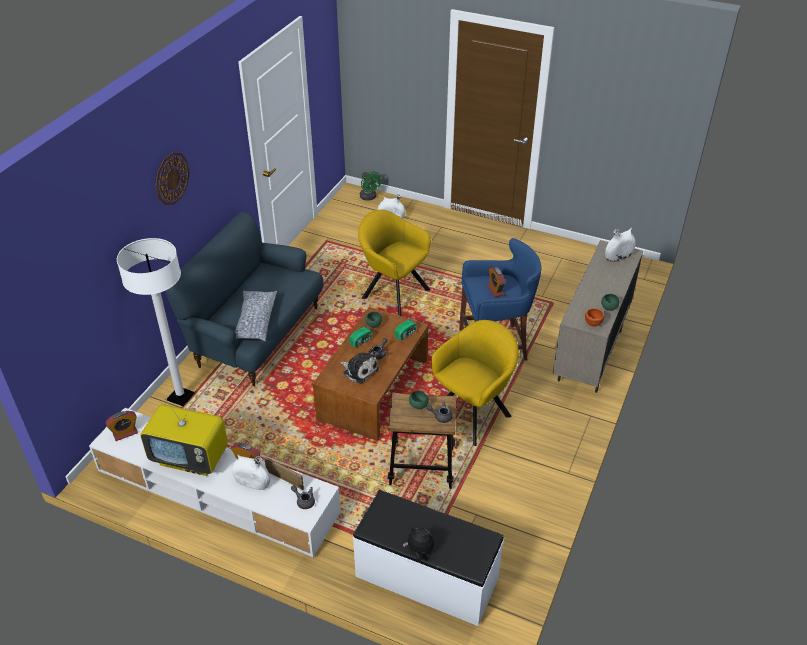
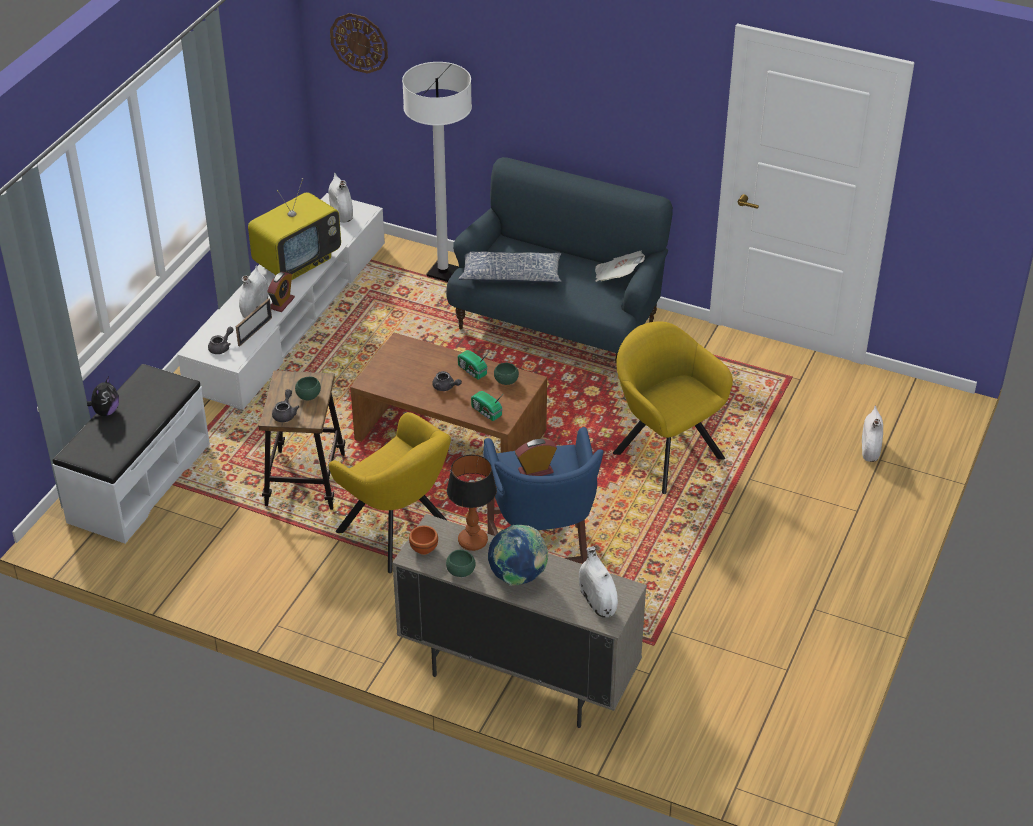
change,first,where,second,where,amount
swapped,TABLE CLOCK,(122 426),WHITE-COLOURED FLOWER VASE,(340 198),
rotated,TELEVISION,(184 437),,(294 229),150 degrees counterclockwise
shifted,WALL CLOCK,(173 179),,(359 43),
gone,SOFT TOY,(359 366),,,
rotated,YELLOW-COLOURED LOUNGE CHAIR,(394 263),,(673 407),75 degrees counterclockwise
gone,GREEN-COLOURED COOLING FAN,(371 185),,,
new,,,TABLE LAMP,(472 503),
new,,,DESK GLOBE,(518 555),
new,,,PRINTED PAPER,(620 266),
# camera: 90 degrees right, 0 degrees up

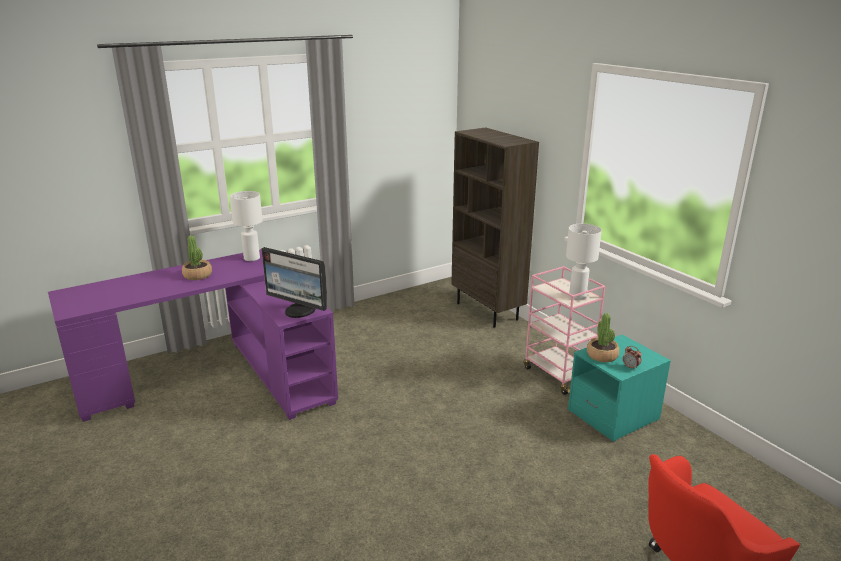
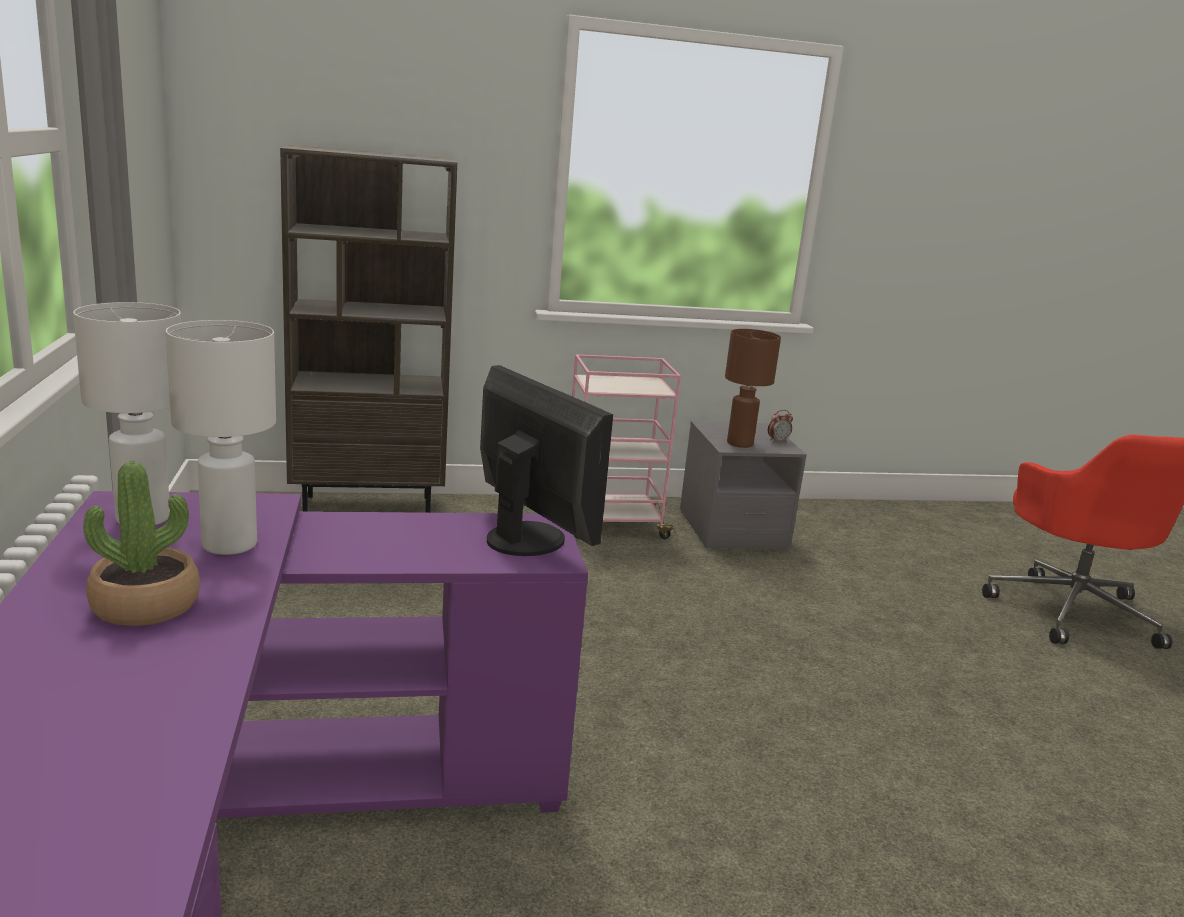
change,first,where,second,where,amount
rotated,COMPUTER DISPLAY,(294 282),,(546 460),90 degrees counterclockwise
shifted,WHITE-COLOURED TABLE LAMP,(584 262),,(221 437),
repainted,BLUE-GREEN NIGHTSTAND,(619 388),GREY NIGHTSTAND,(743 484),
swapped,POTTED PLANT,(603 337),BROWN TABLE LAMP,(753 388),
# camera: 70 degrees left, 5 degrees down

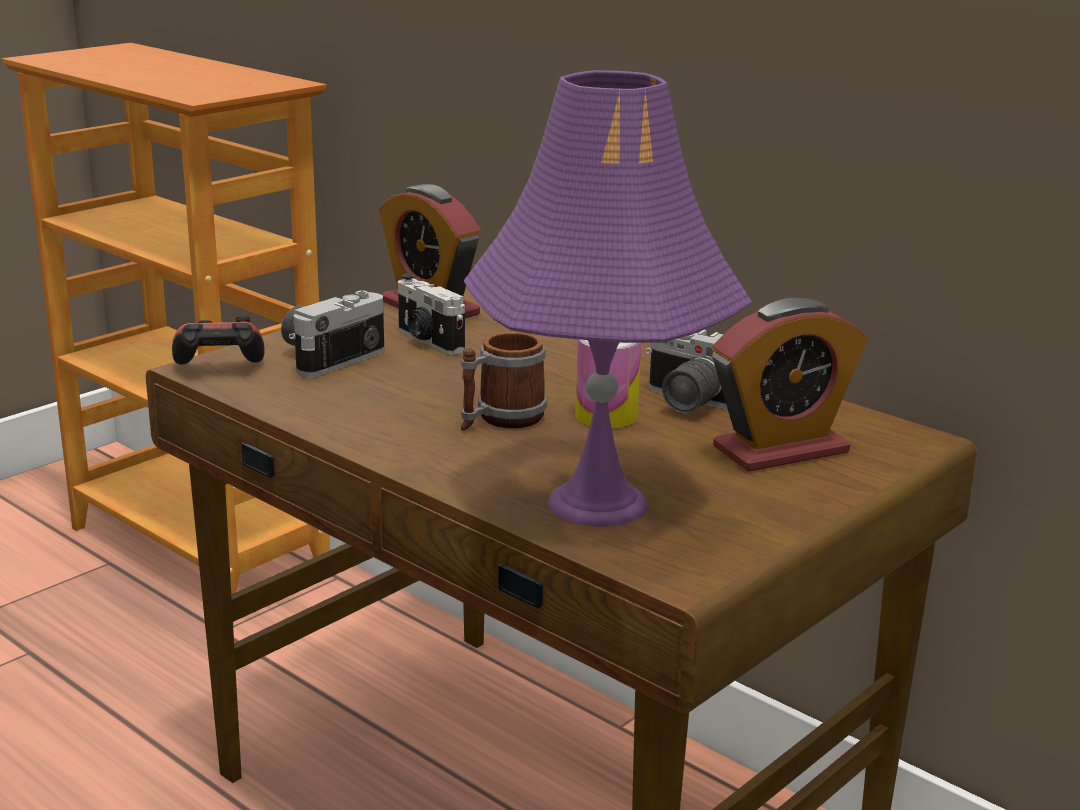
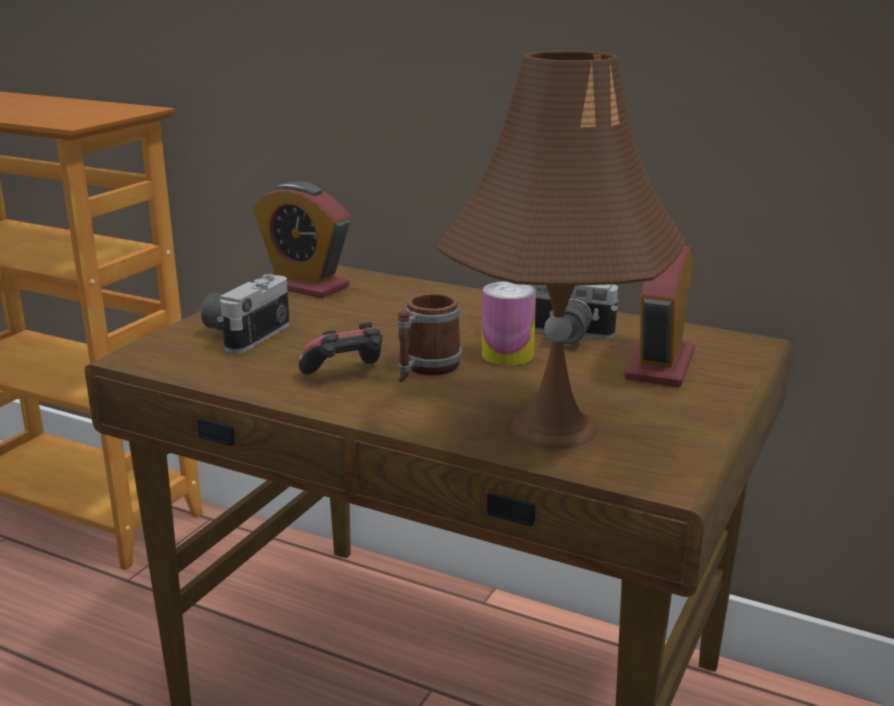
change,first,where,second,where,amount
shifted,GAMEPAD,(218 340),,(340 348),
gone,PHOTO CAMERA,(431 314),,,
repainted,PURPLE TABLE LAMP,(608 298),BROWN TABLE LAMP,(561 249),
rotated,TABLE CLOCK,(789 385),,(659 316),150 degrees clockwise
# camera: 15 degrees left, 0 degrees up

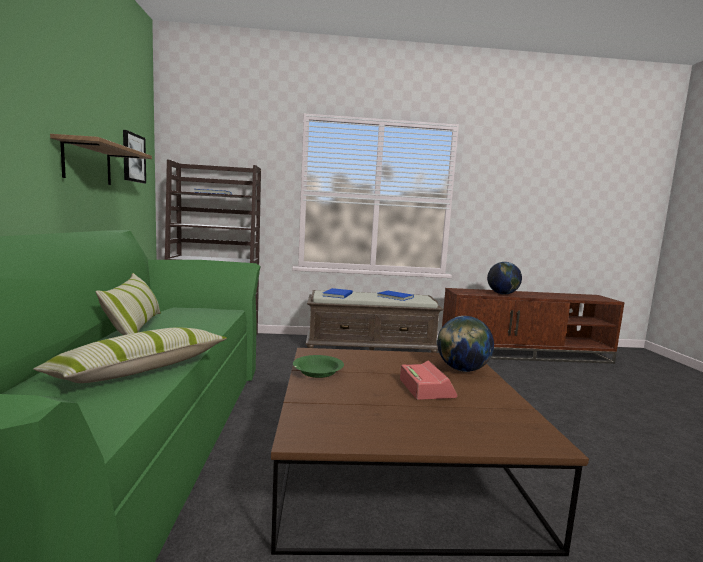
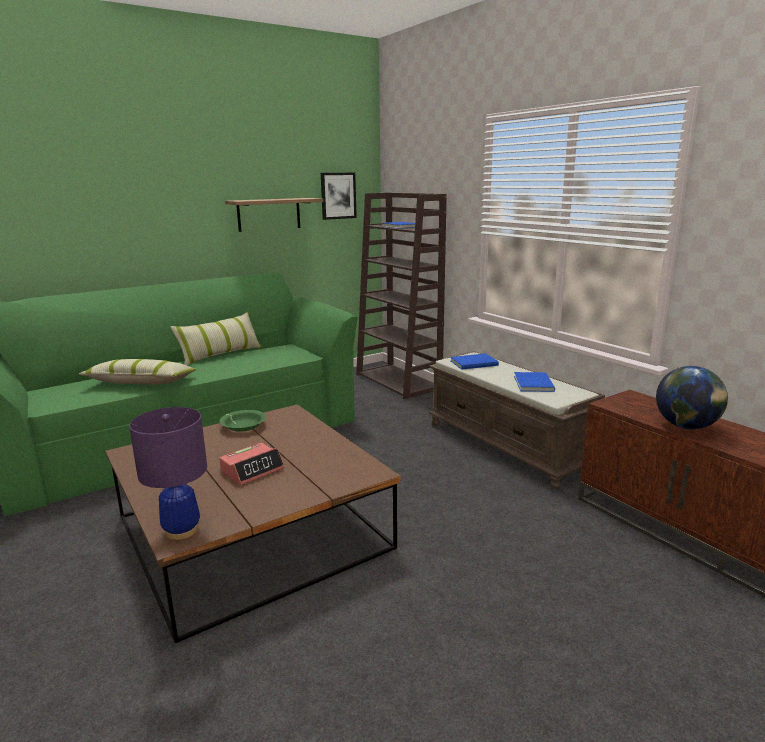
change,first,where,second,where,amount
gone,DESK GLOBE,(465 344),,,
new,,,PURPLE TABLE LAMP,(168 473),
# camera: 60 degrees right, 10 degrees up

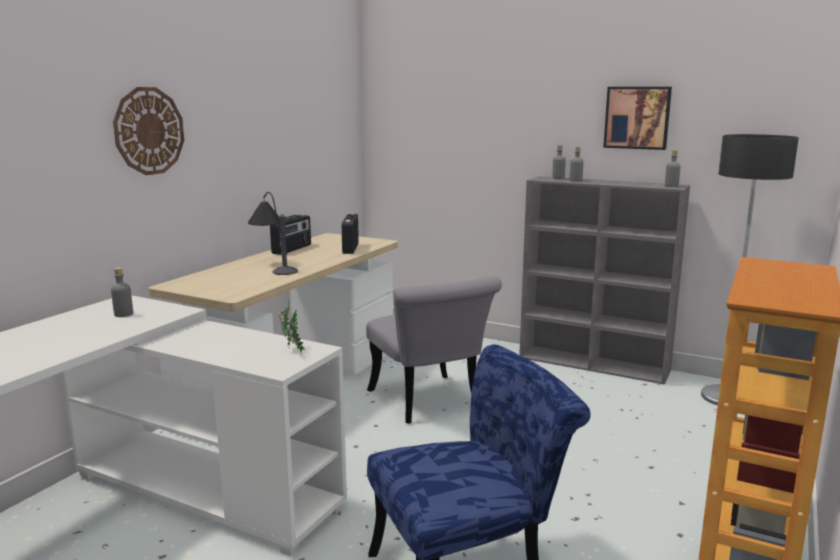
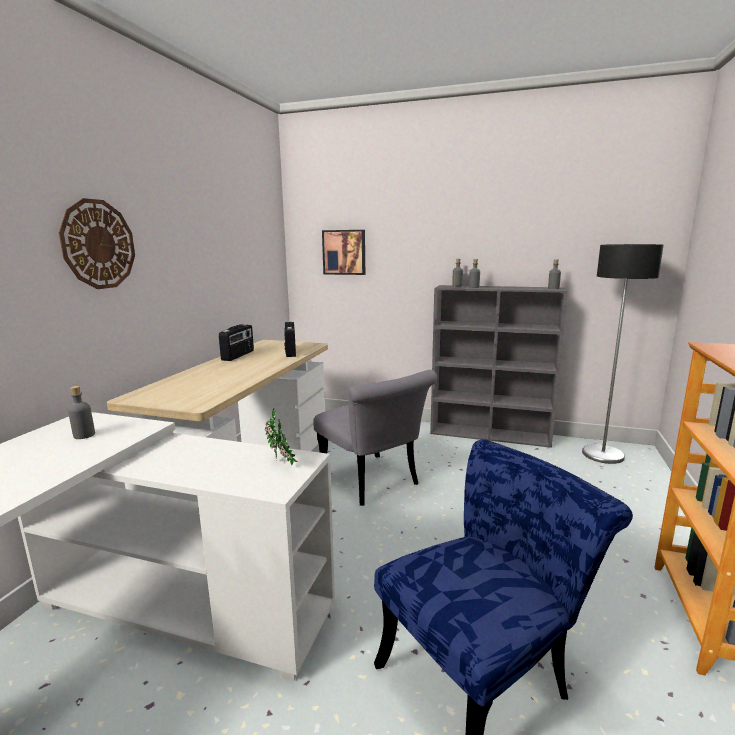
change,first,where,second,where,amount
gone,TABLE LAMP,(273 233),,,
shifted,WALL ART,(637 118),,(343 252),
# camera: 10 degrees left, 0 degrees up

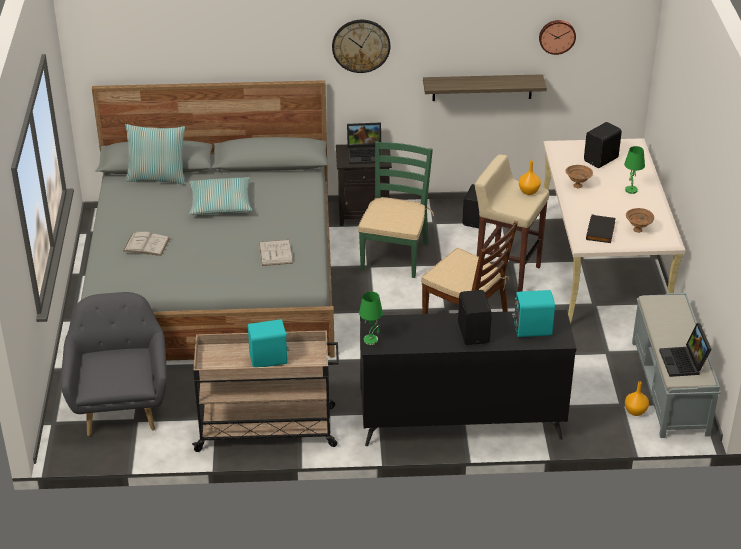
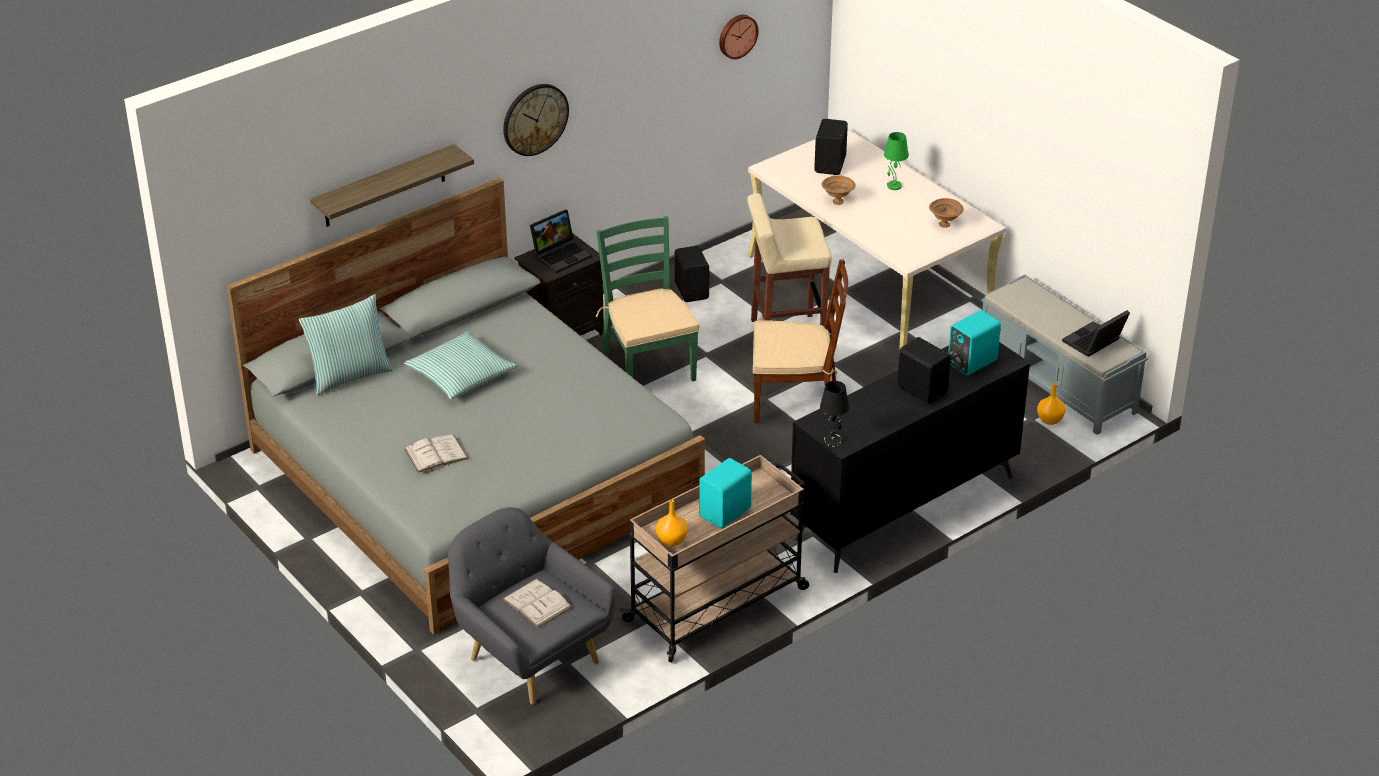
change,first,where,second,where,amount
shifted,WHITE-COLOURED BOOK,(276 253),,(537 603),
repainted,GREEN-COLOURED TABLE LAMP,(371 318),BLACK TABLE LAMP,(834 414),
shifted,SHELF,(485 87),,(392 185),
shifted,ORANGEY FLOWER VASE,(530 178),,(672 523),
gone,BLACK BOOK,(601 229),,,
rotated,PORTABLE COMPUTER,(685 350),,(1096 333),90 degrees clockwise
# camera: 35 degrees left, 0 degrees up

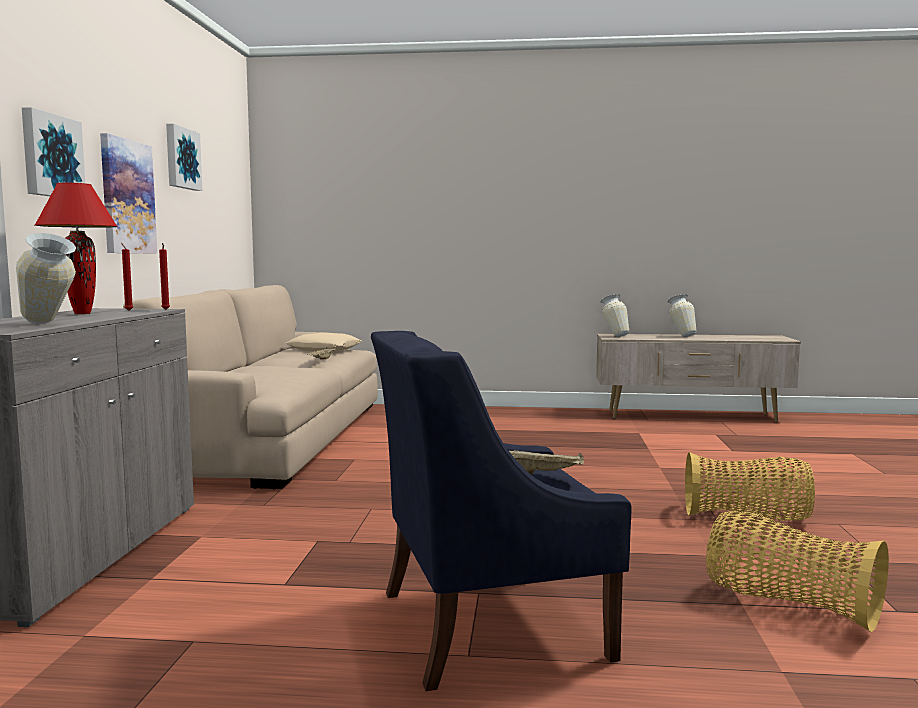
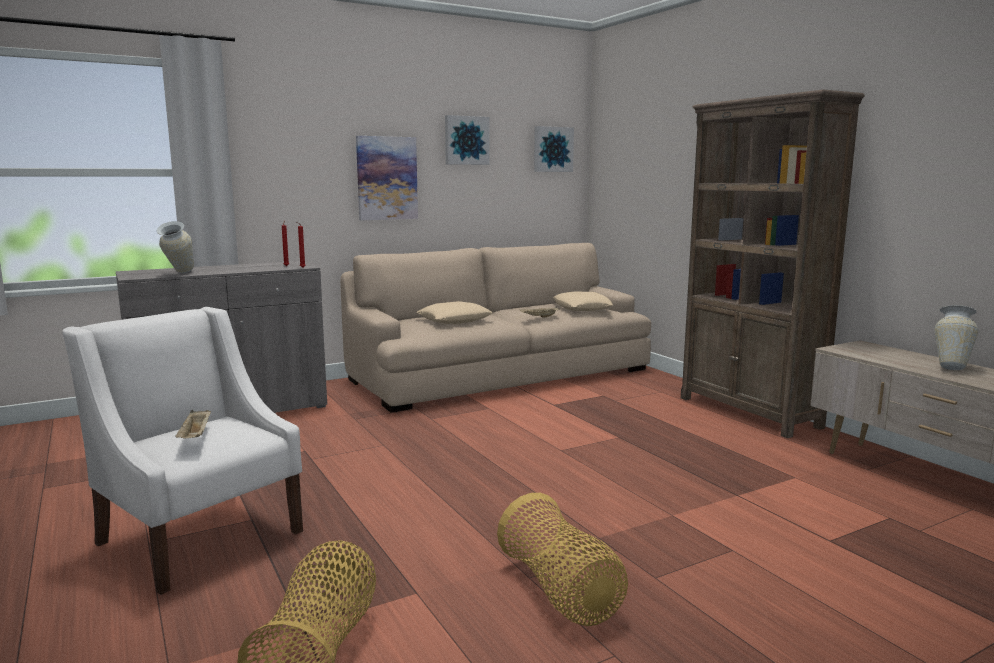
change,first,where,second,where,amount
shifted,WALL ART,(53 151),,(554 149),
gone,REDDISH TABLE LAMP,(76 248),,,
repainted,BLUE LOUNGE CHAIR,(501 511),WHITE-COLOURED LOUNGE CHAIR,(182 451),
gone,FLOWER VASE,(614 315),,,
new,,,BEIGE-COLOURED THROW PILLOW,(454 312),
new,,,BROWN BOOKCASE,(773 263),
# camera: 55 degrees right, 5 degrees up

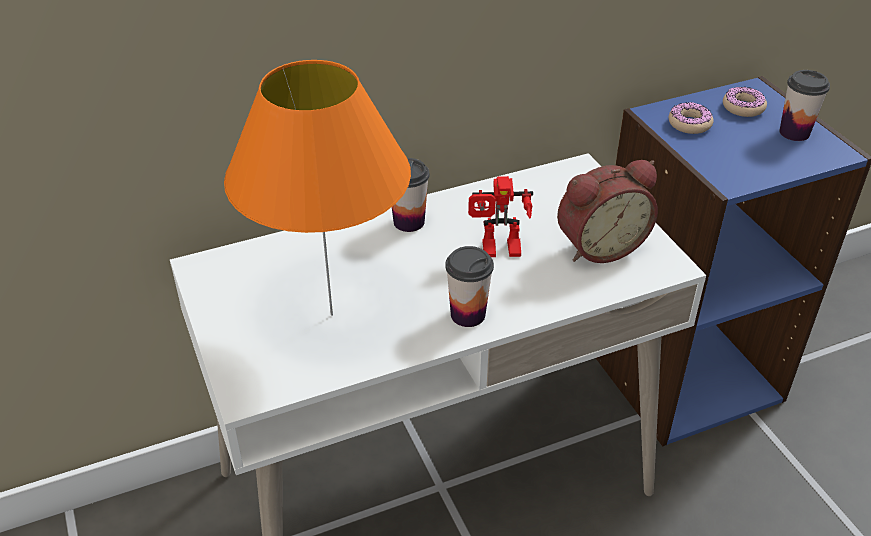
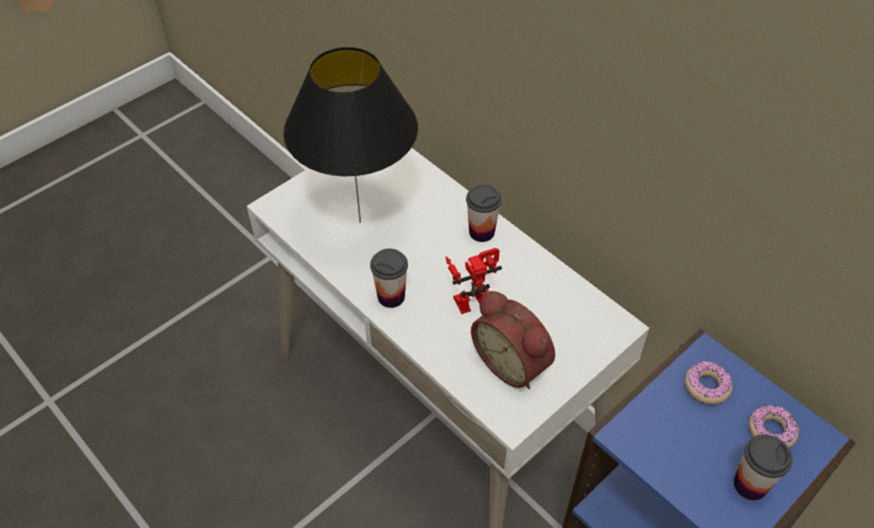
change,first,where,second,where,amount
repainted,ORANGEY TABLE LAMP,(317 188),BLACK TABLE LAMP,(350 135),
rotated,TOY ROBOT,(500 216),,(474 281),90 degrees clockwise
# camera: 70 degrees right, 10 degrees up

